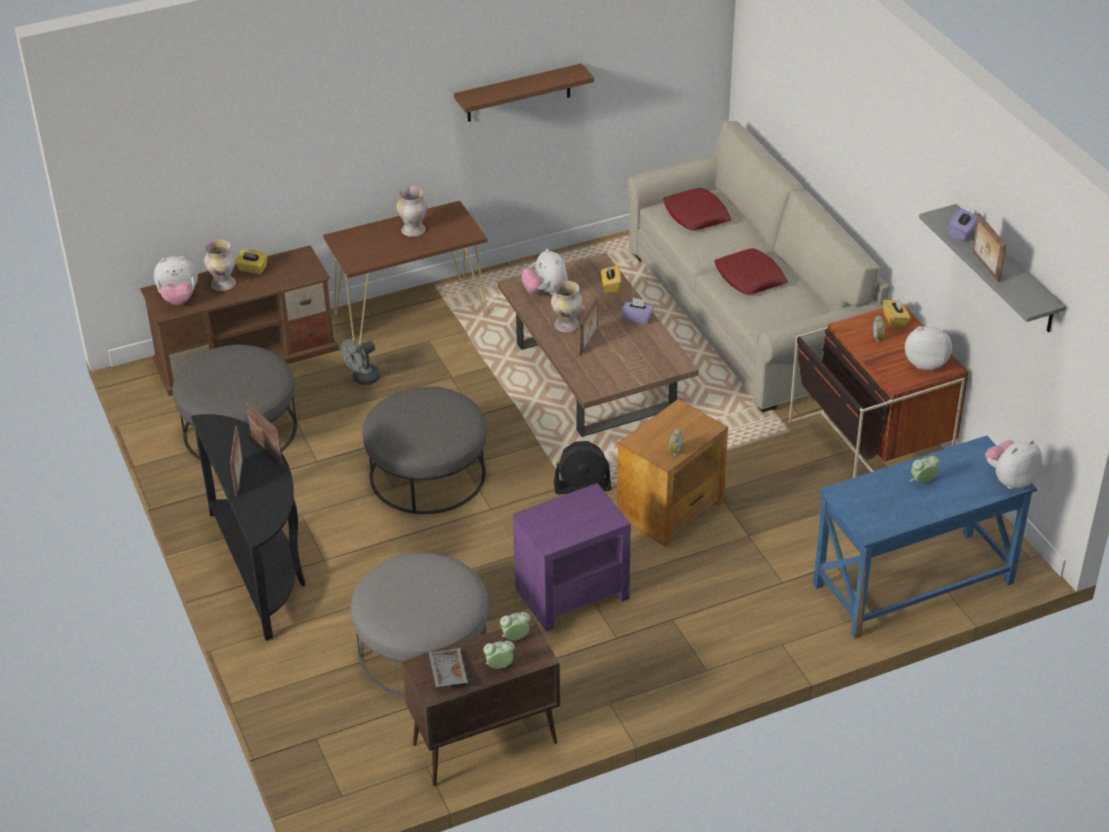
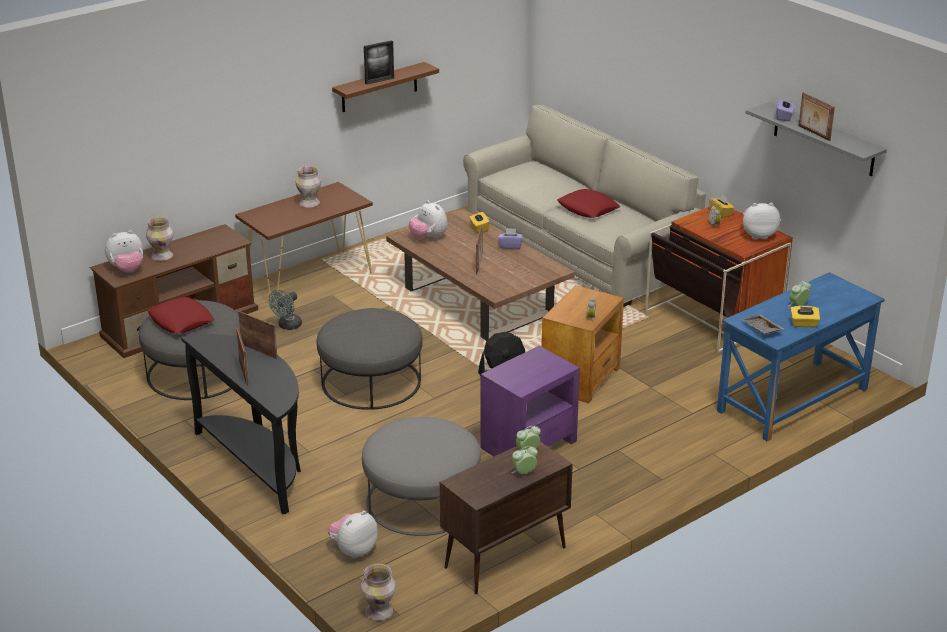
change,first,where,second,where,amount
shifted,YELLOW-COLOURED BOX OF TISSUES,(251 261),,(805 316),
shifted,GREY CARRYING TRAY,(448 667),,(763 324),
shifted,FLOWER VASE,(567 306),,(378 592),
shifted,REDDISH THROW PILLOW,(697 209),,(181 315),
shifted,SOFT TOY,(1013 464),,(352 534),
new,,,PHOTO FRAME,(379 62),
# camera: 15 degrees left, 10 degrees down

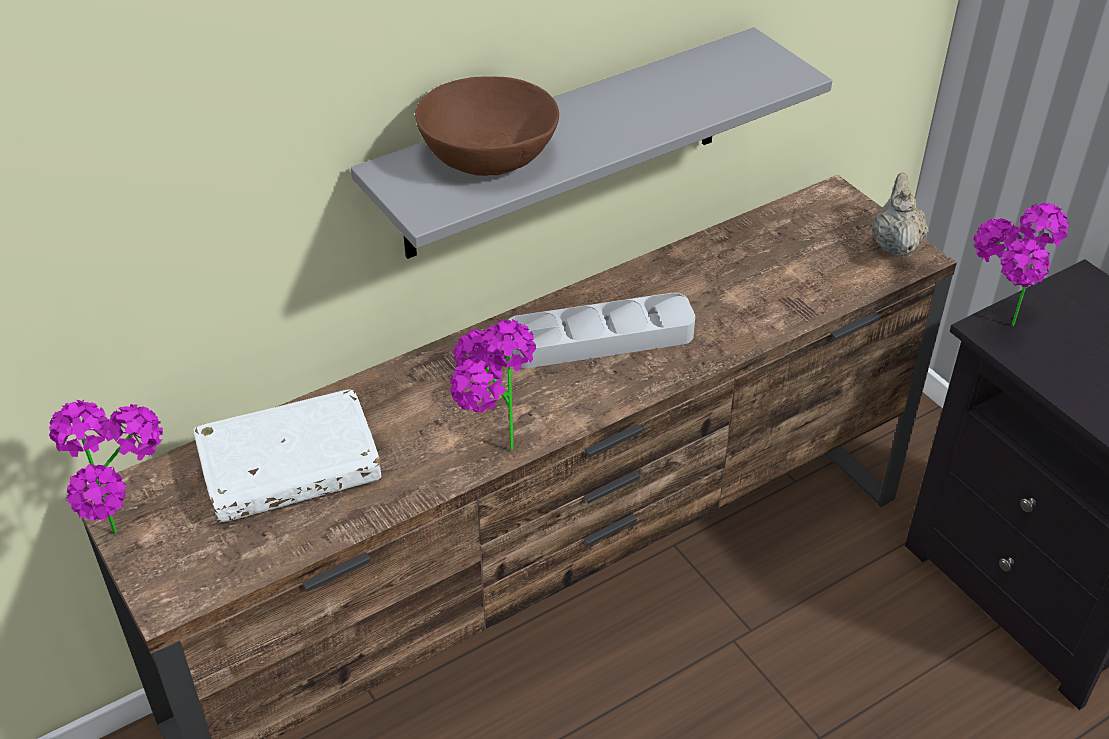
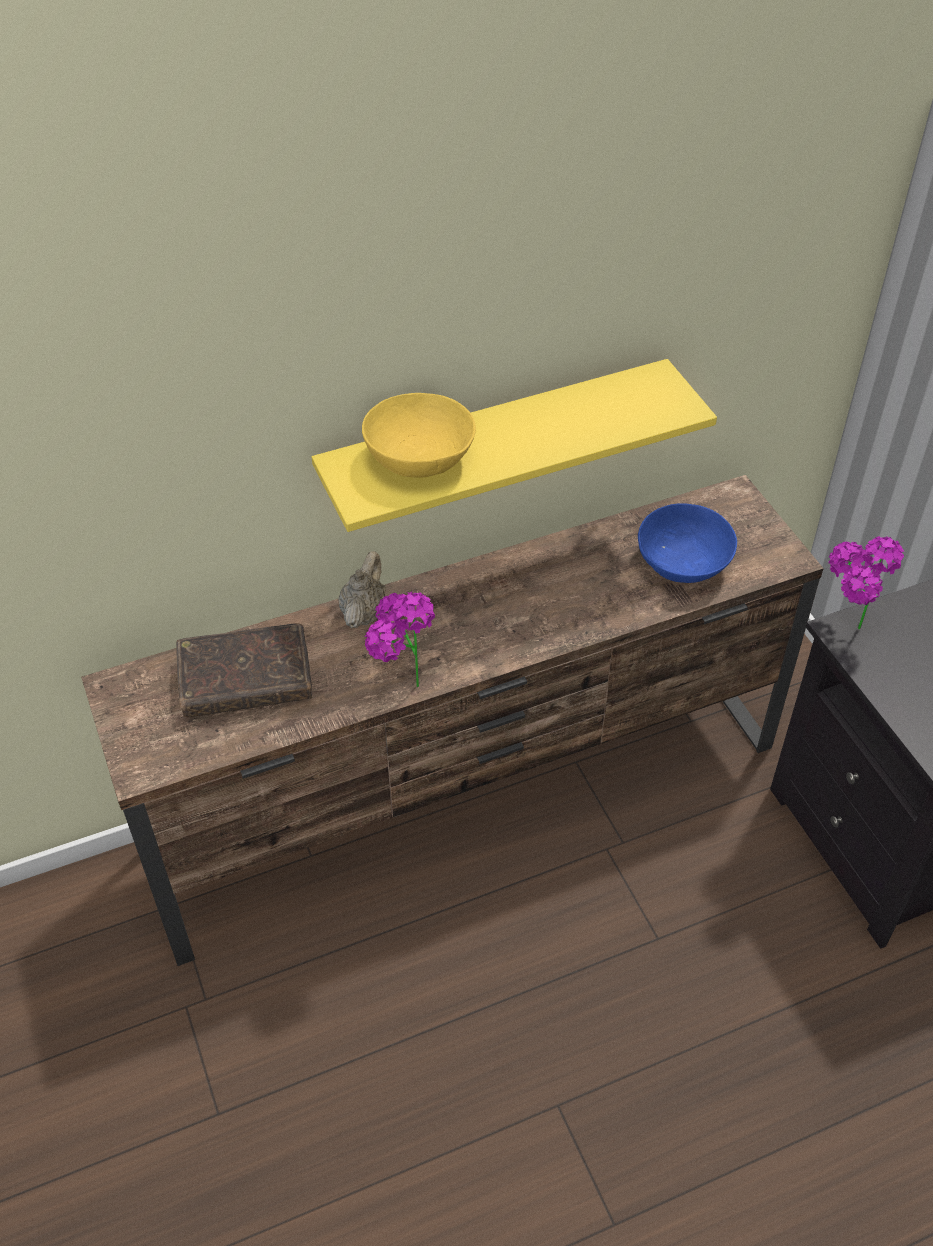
change,first,where,second,where,amount
gone,POTTED PLANT,(106 467),,,
repainted,WHITE-COLOURED BOOK,(288 455),BROWN BOOK,(244 670),
repainted,GREY SHELF,(591 143),YELLOW-COLOURED SHELF,(514 445),
repainted,BROWN SERVING BOWL,(487 126),YELLOW-COLOURED SERVING BOWL,(419 435),
gone,GREY CARRYING TRAY,(601 330),,,
shifted,BEIGE-COLOURED POT FOR TEA,(900 215),,(362 589),
new,,,BLUE SERVING BOWL,(687 543),
# camera: 10 degrees right, 5 degrees up

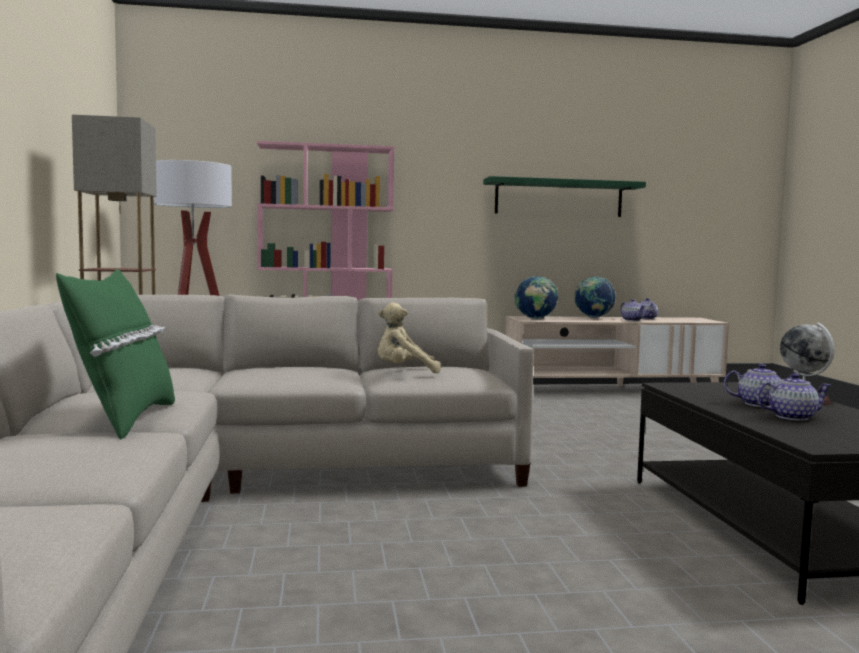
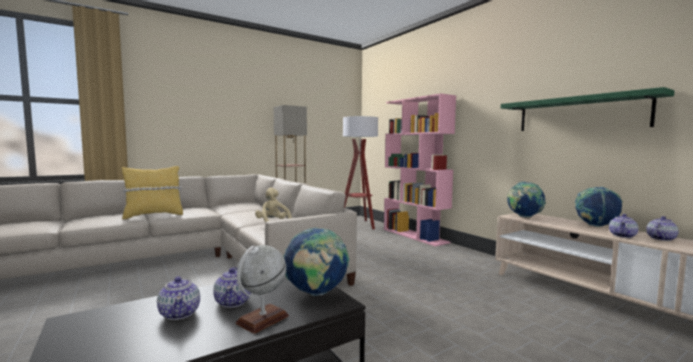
change,first,where,second,where,amount
repainted,GREEN-COLOURED THROW PILLOW,(115 354),YELLOW-COLOURED THROW PILLOW,(152 192),
new,,,DESK GLOBE,(316 261),
# camera: 65 degrees right, 0 degrees up

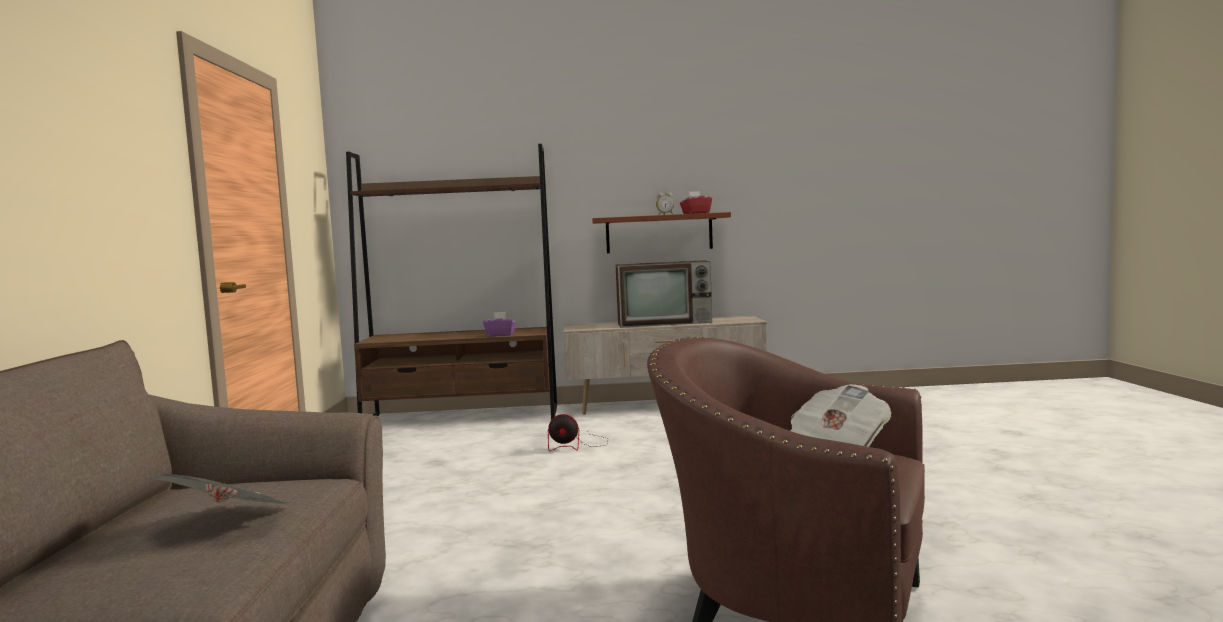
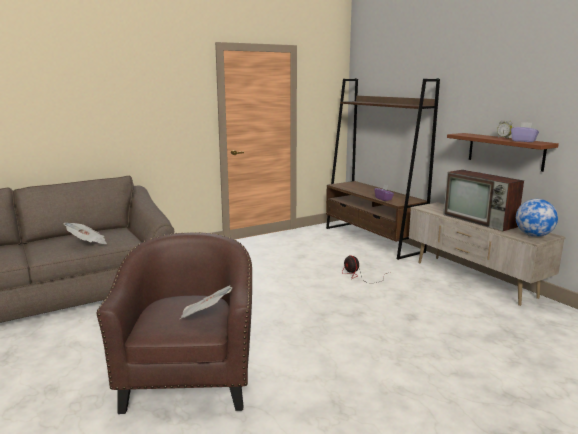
change,first,where,second,where,amount
repainted,REDDISH BOX OF TISSUES,(696 202),PURPLE BOX OF TISSUES,(525 132),
new,,,DESK GLOBE,(537 218),
# camera: 60 degrees right, 10 degrees up

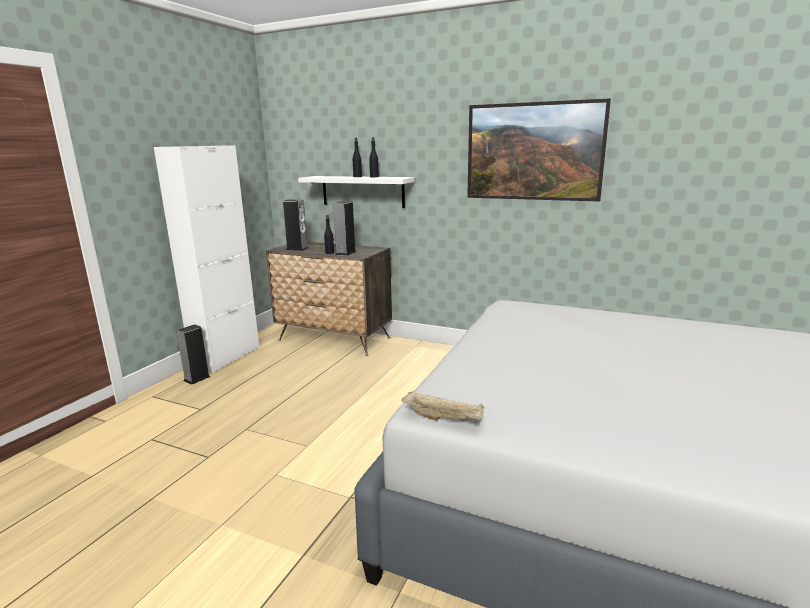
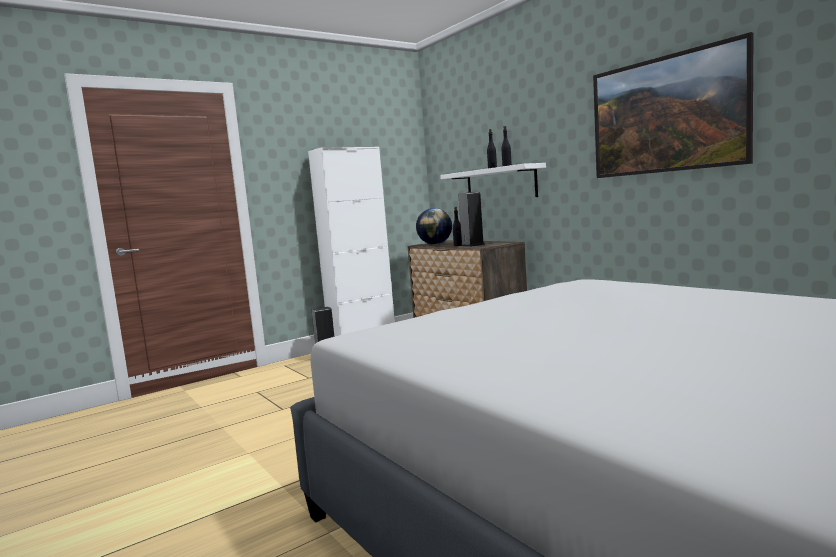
change,first,where,second,where,amount
swapped,SPEAKER,(296 225),DESK GLOBE,(434 226),
gone,BEIGE-COLOURED CARRYING TRAY,(442 406),,,
# camera: 30 degrees right, 10 degrees down

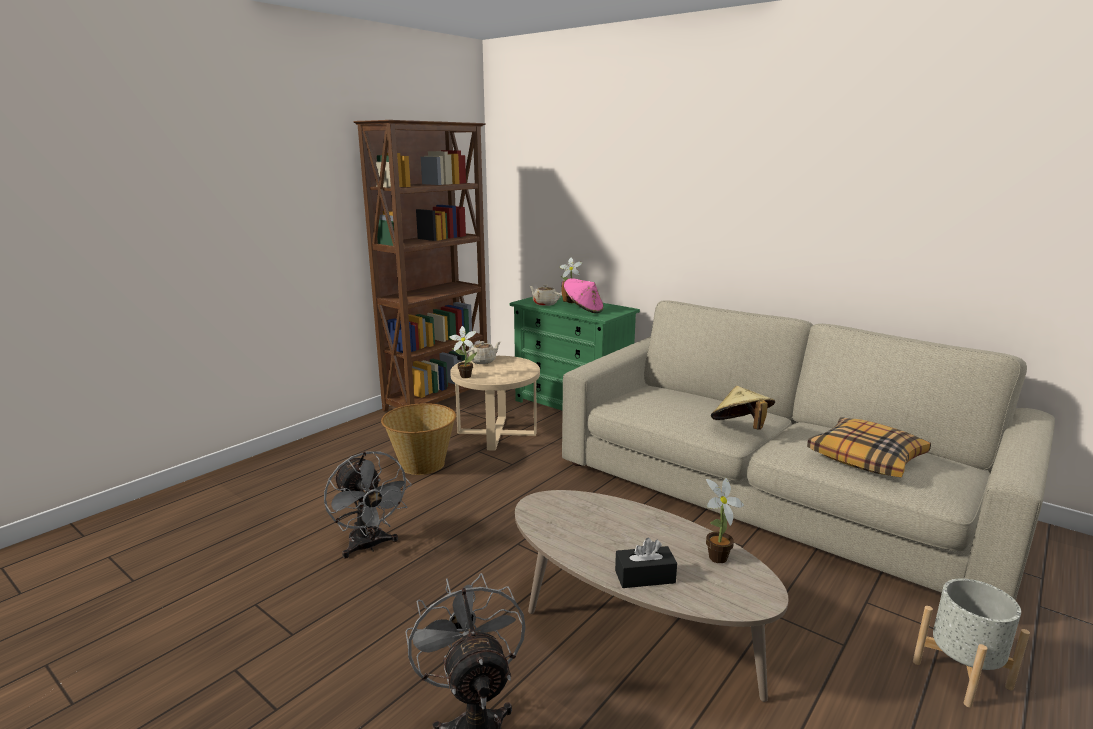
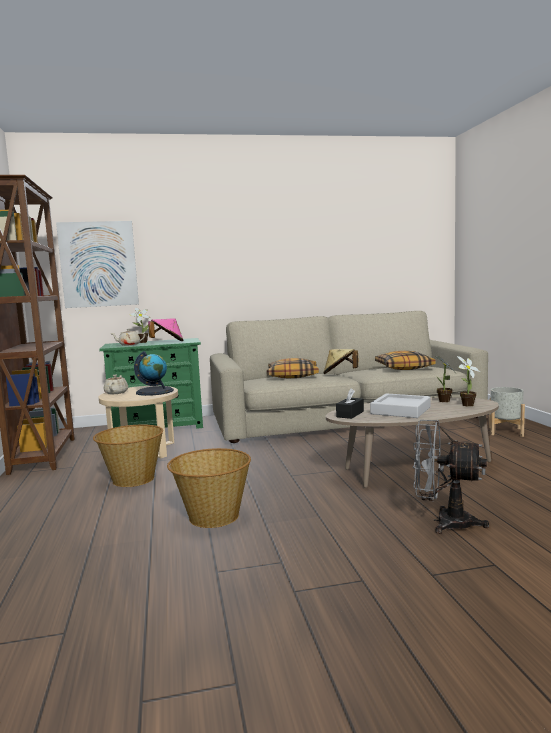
change,first,where,second,where,amount
swapped,GREY COOLING FAN,(368 505),STORAGE BASKET,(209 488),
shifted,POTTED PLANT,(463 352),,(469 381),
shifted,BLACK BOX OF TISSUES,(646 563),,(350 403),
new,,,WALL ART,(97 264),
new,,,DESK GLOBE,(154 373),
new,,,THROW PILLOW,(293 368),
new,,,GREY CARRYING TRAY,(400 405),
# camera: 50 degrees left, 10 degrees down

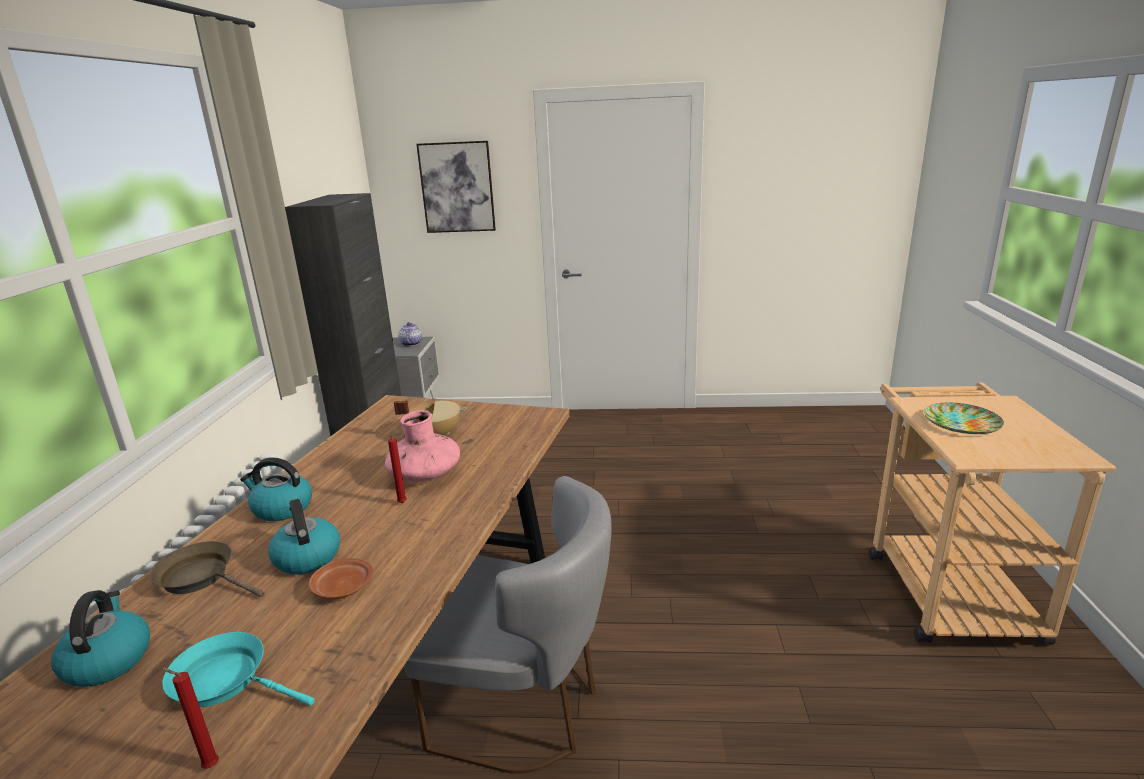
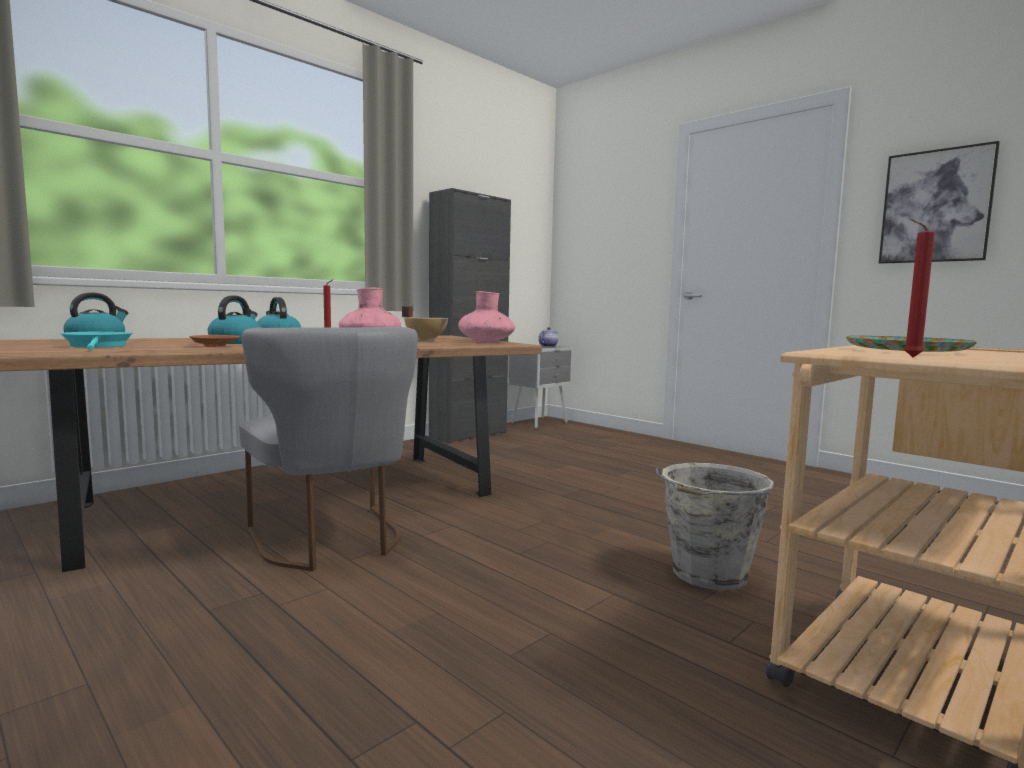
change,first,where,second,where,amount
gone,BROWN SKILLET,(207 569),,,
shifted,REDDISH WAX CANDLE,(190 718),,(919 288),
shifted,WALL ART,(456 187),,(939 202),
new,,,PINK FLOWER VASE,(486 317),
new,,,GREY BUCKET,(715 526),
# camera: 40 degrees right, 15 degrees down

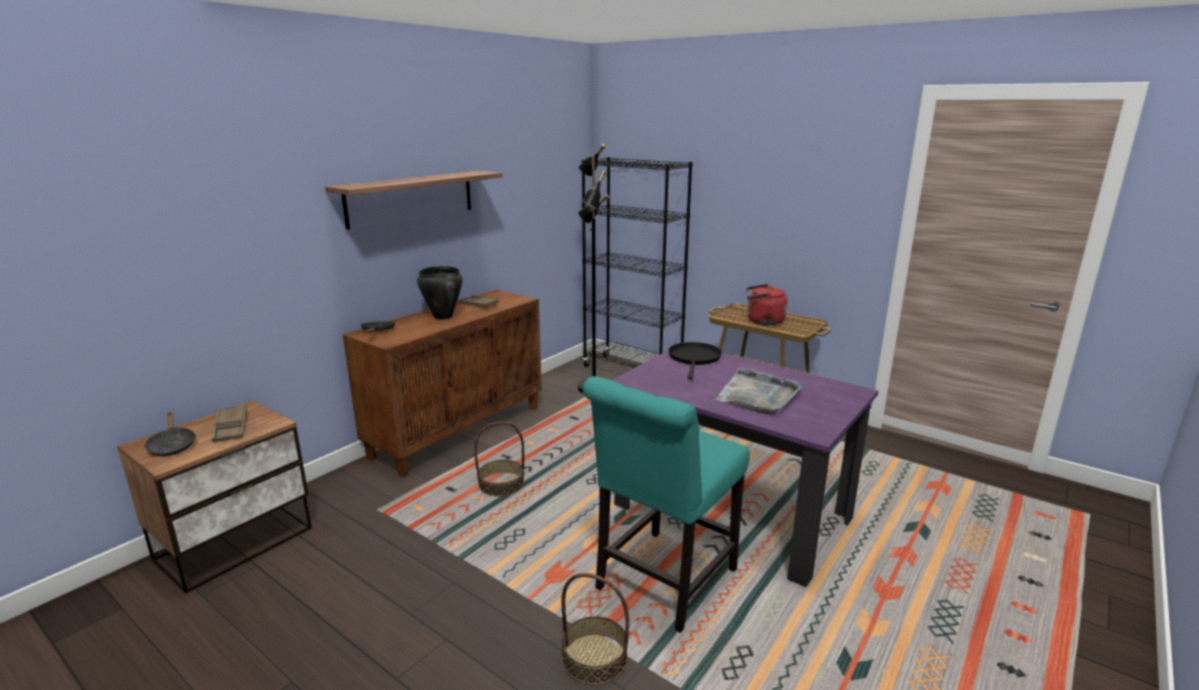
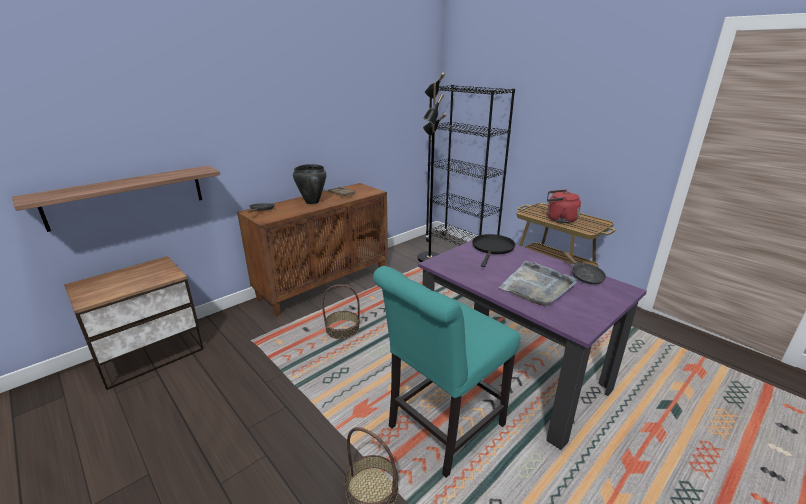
change,first,where,second,where,amount
shifted,BLACK SKILLET,(170 434),,(584 267),
gone,BROWN CARRYING TRAY,(229 423),,,
shifted,SHELF,(414 200),,(116 199),
# camera: 10 degrees right, 5 degrees up

